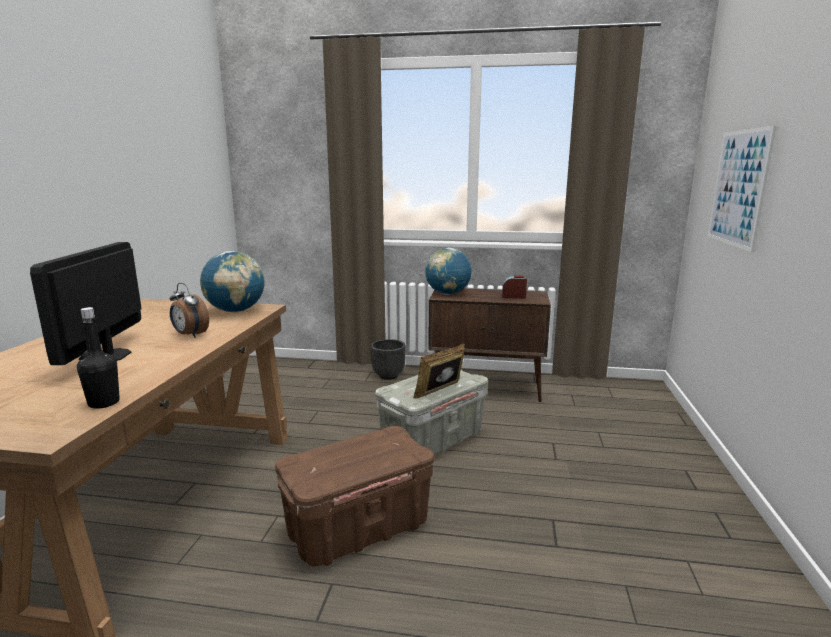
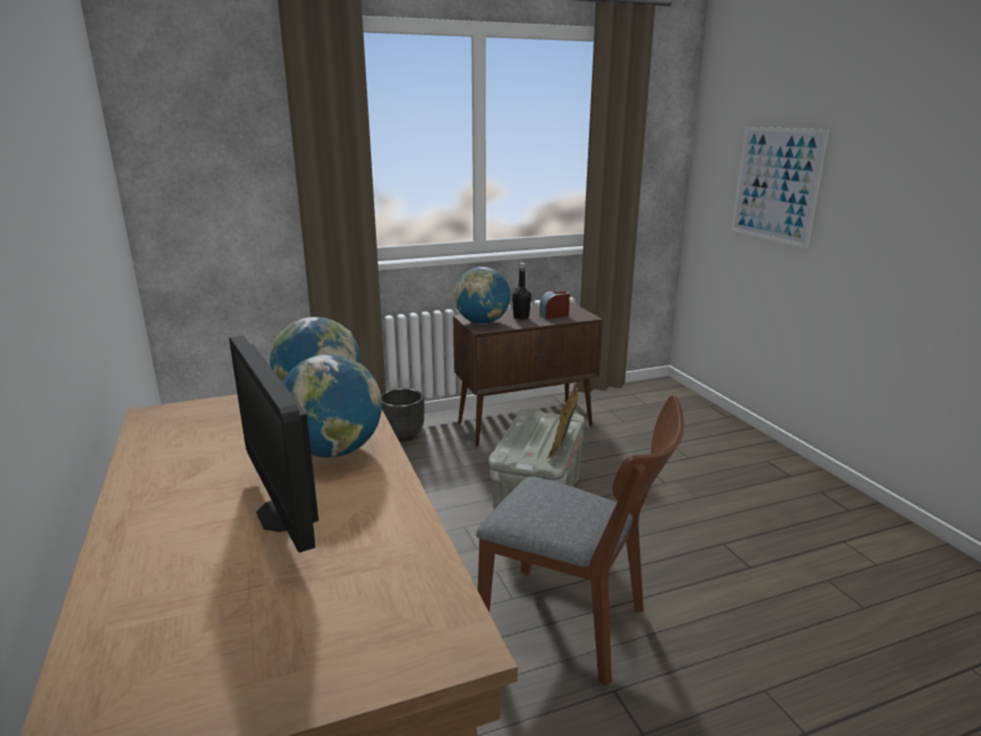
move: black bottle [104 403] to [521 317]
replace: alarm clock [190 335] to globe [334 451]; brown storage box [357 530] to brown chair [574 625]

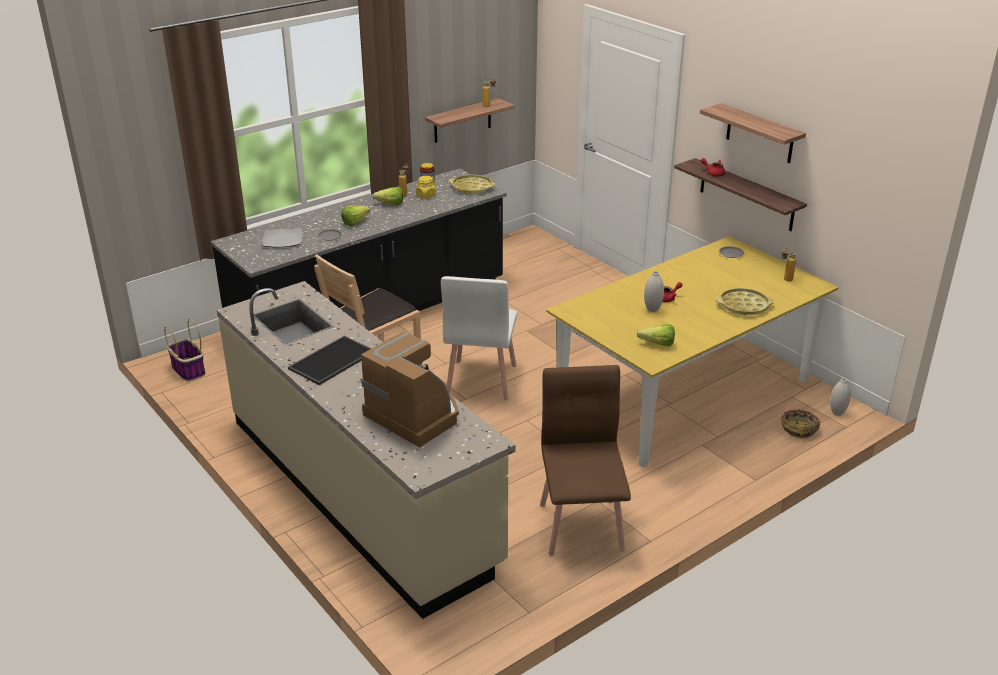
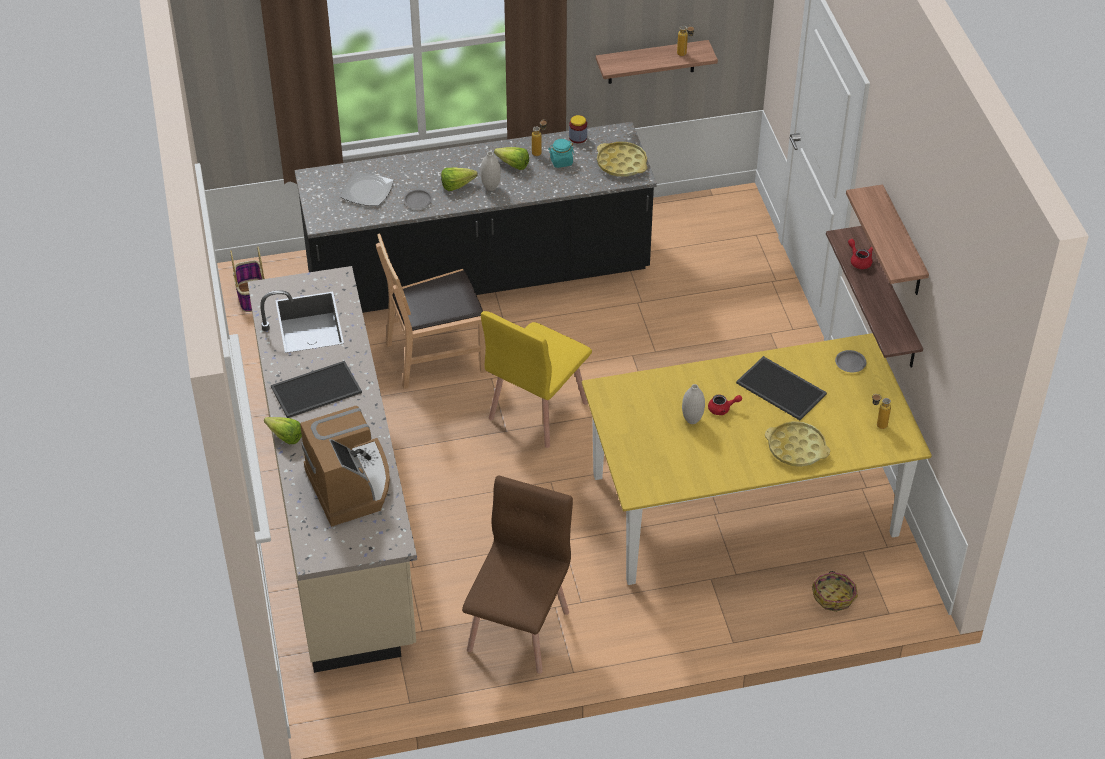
insert: tray [782 388]
move: lettuce [654 344] to [283 435]; white vase [837 413] to [491 187]
recolor: white chair [480 380] to yellow chair [537 411]; yellow jar [426 196] to turquoise jar [561 161]

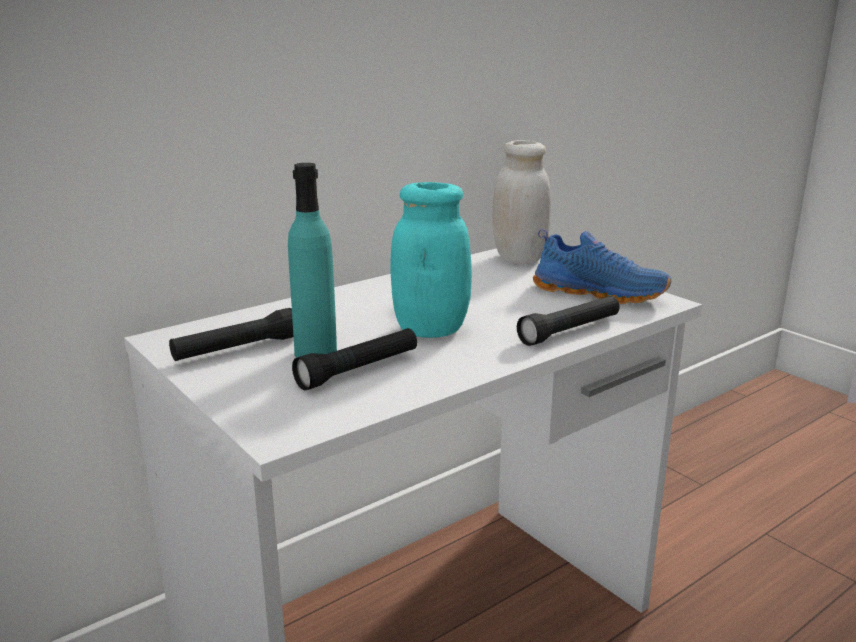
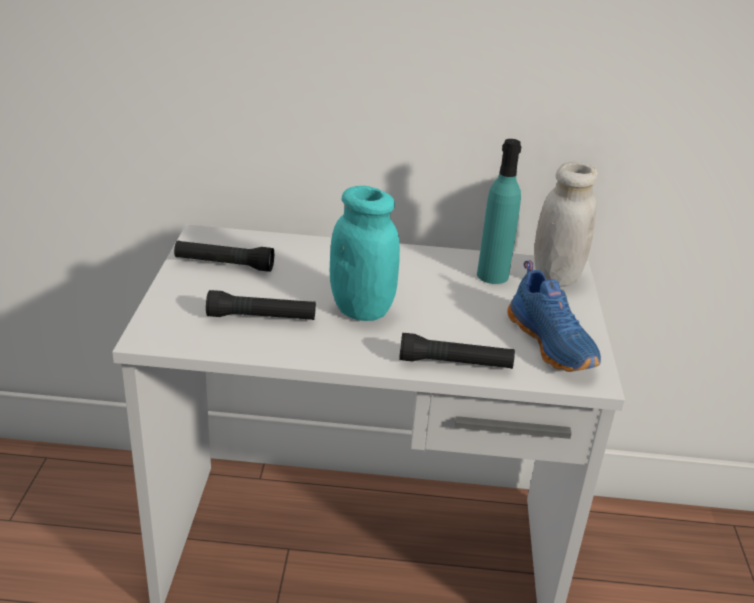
move: turquoise bottle [316 353] to [492 275]

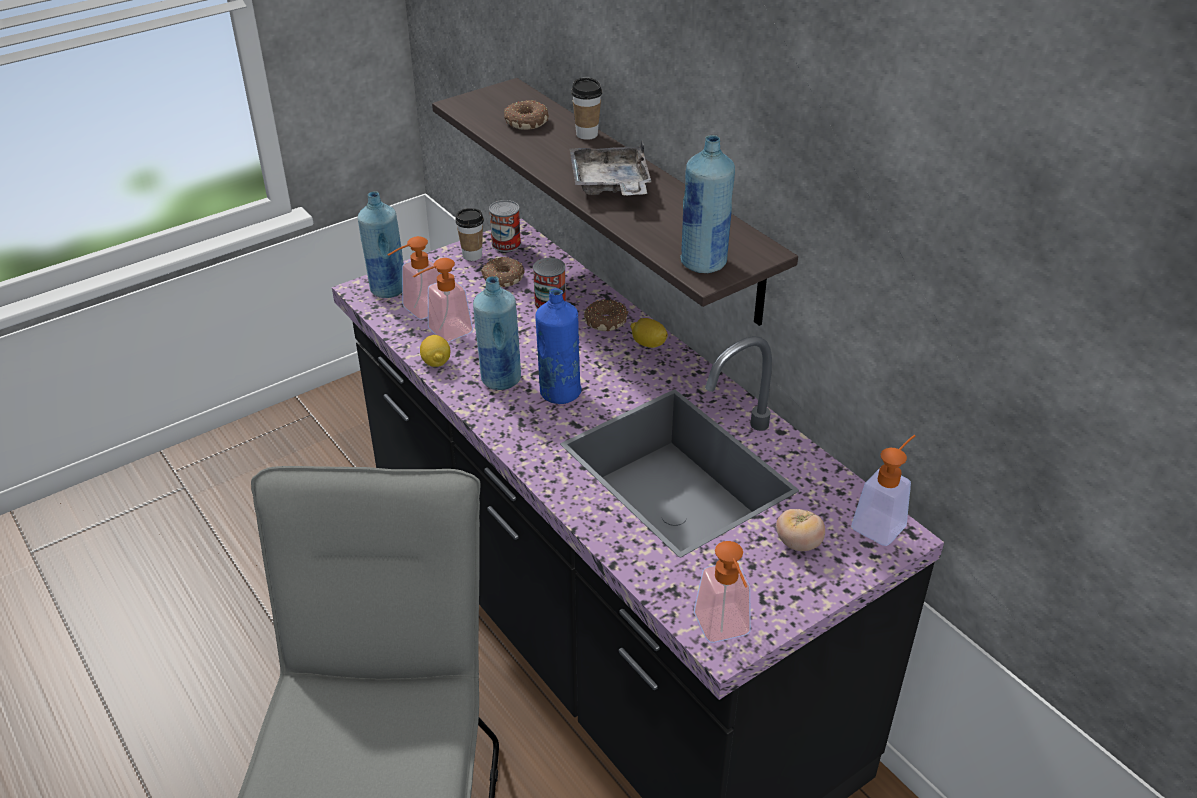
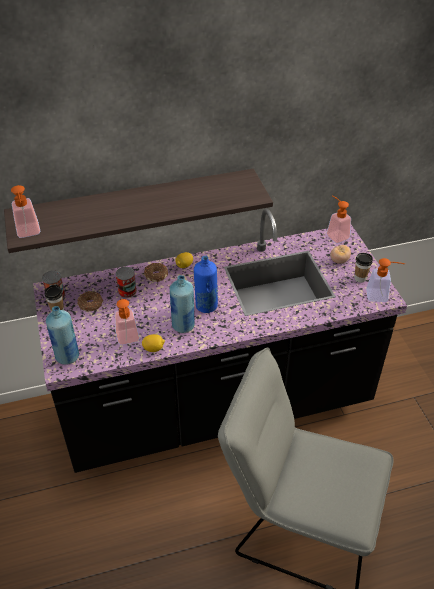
delete: donut [525 121]; grey tray [610 185]; blue bottle [703 263]
move: soap dispenser [418 311] to [29 233]; cup [587 134] to [360 278]

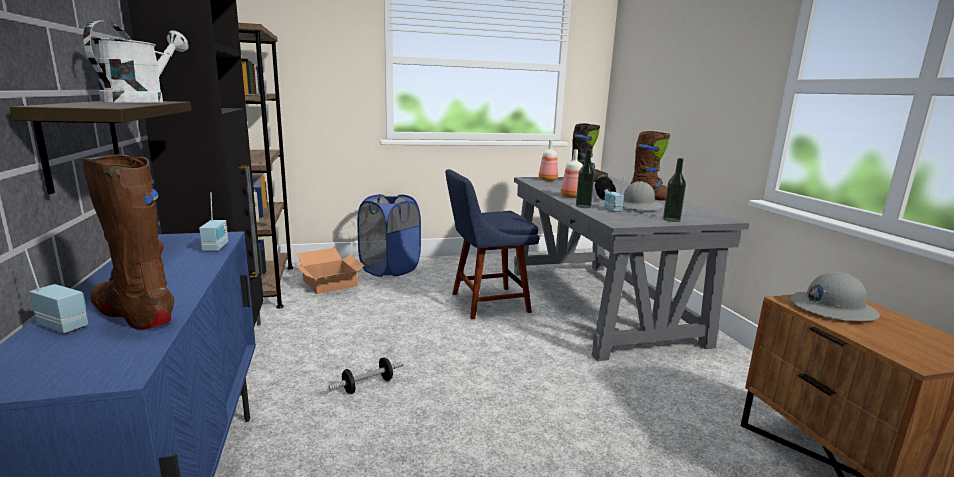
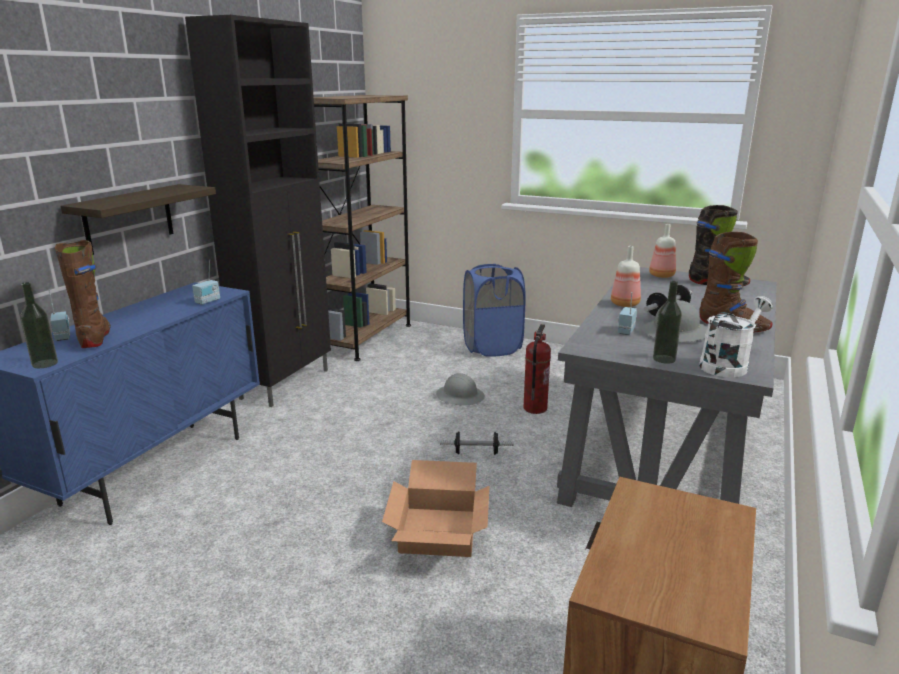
move: bottle [583 206] to [45 363]; cardboard box [331 283] to [439 532]; grey hard hat [832 308] to [460 396]; dumbbell [367 385] to [476 452]; white watering can [142 101] to [728 365]
replace: blue chair [486 303] to fire extinguisher [534 408]

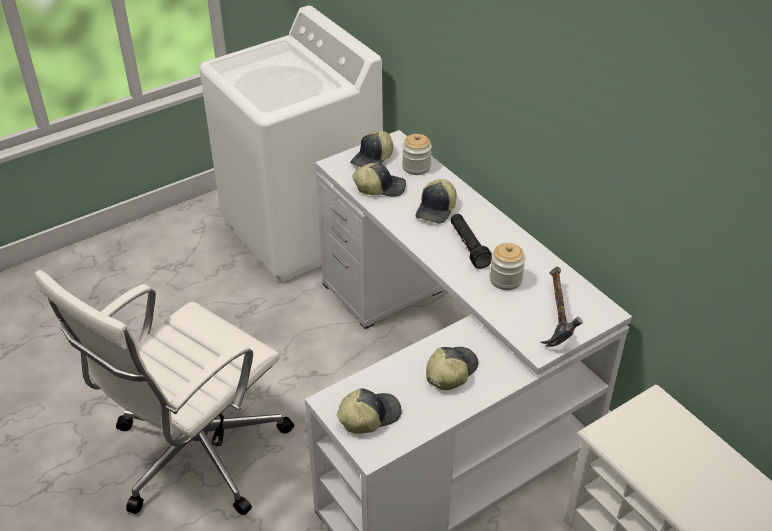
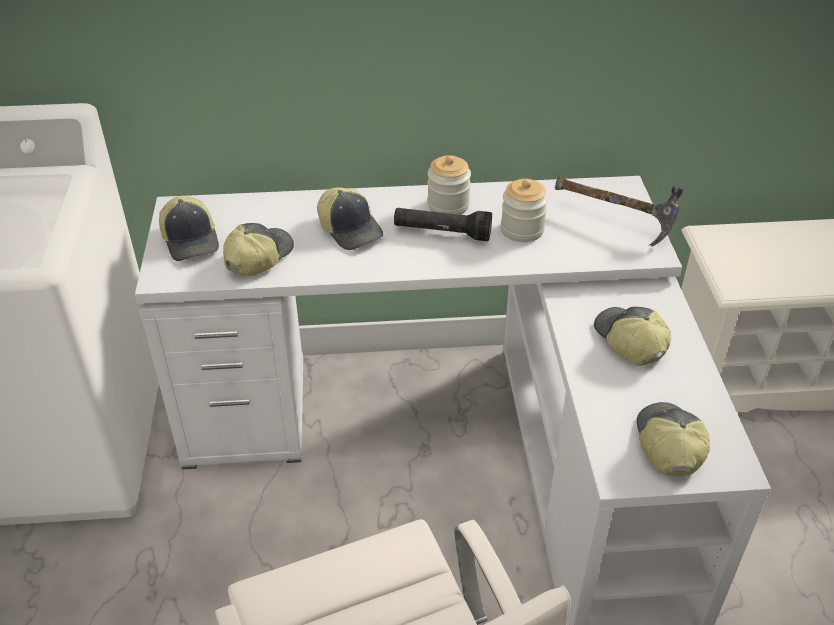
move: jar [416 167] to [448 205]

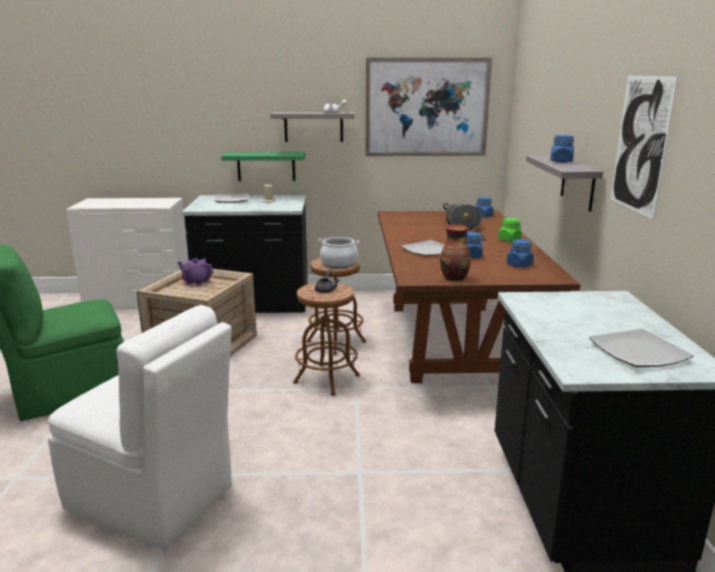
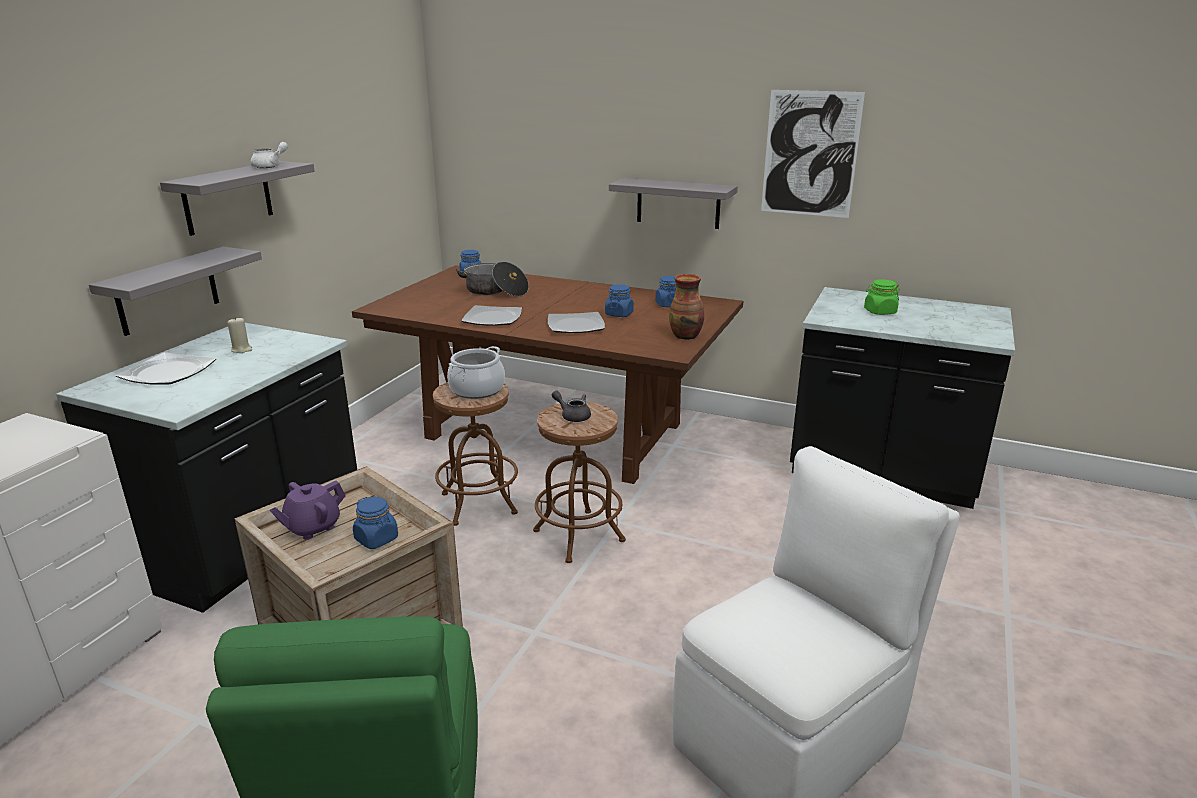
delete: picture [427 108]
move: blue jar [561 161] to [376 539]; plate [638 352] to [493 318]; green jar [509 240] to [879 312]
recolor: green shelf [266 166] to grey shelf [167 291]

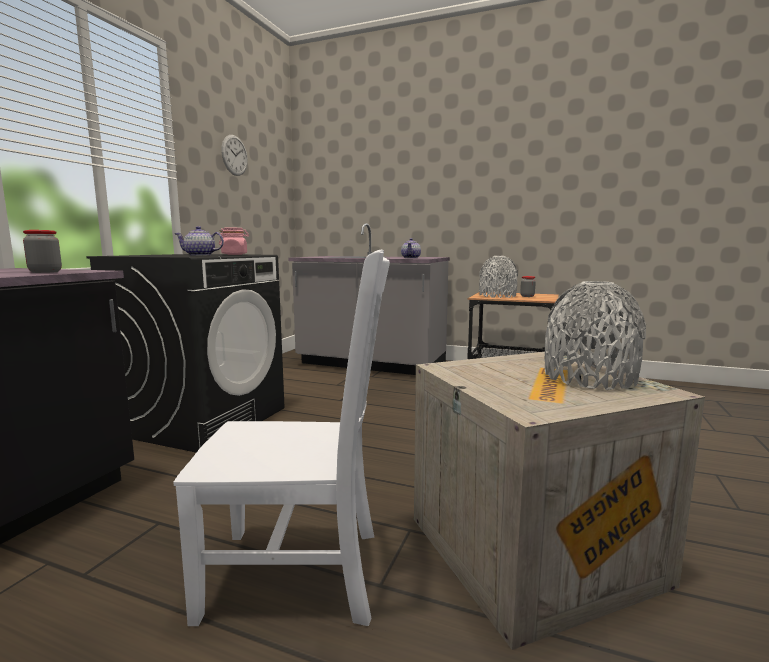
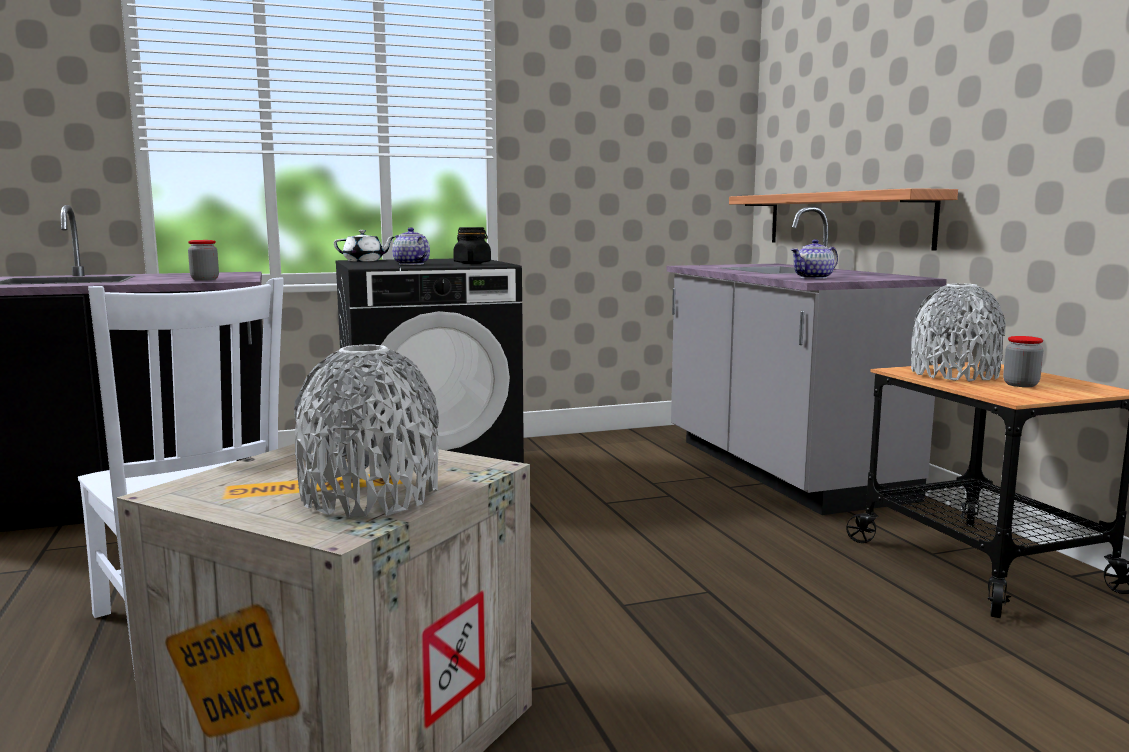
delete: wall clock [234 155]
insert: white teapot [364 261]; shelf [845 219]
recolor: pink jar [234 254] to black jar [472 263]

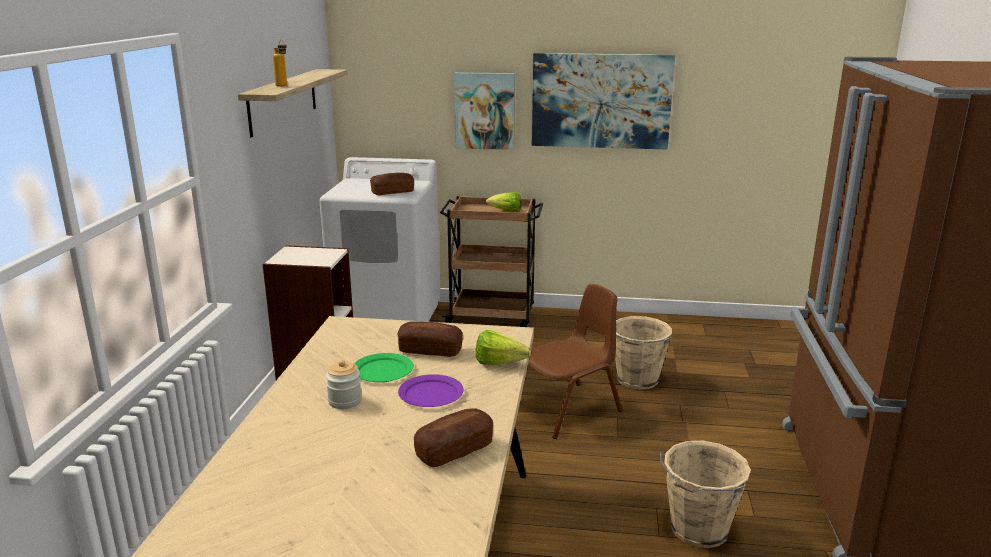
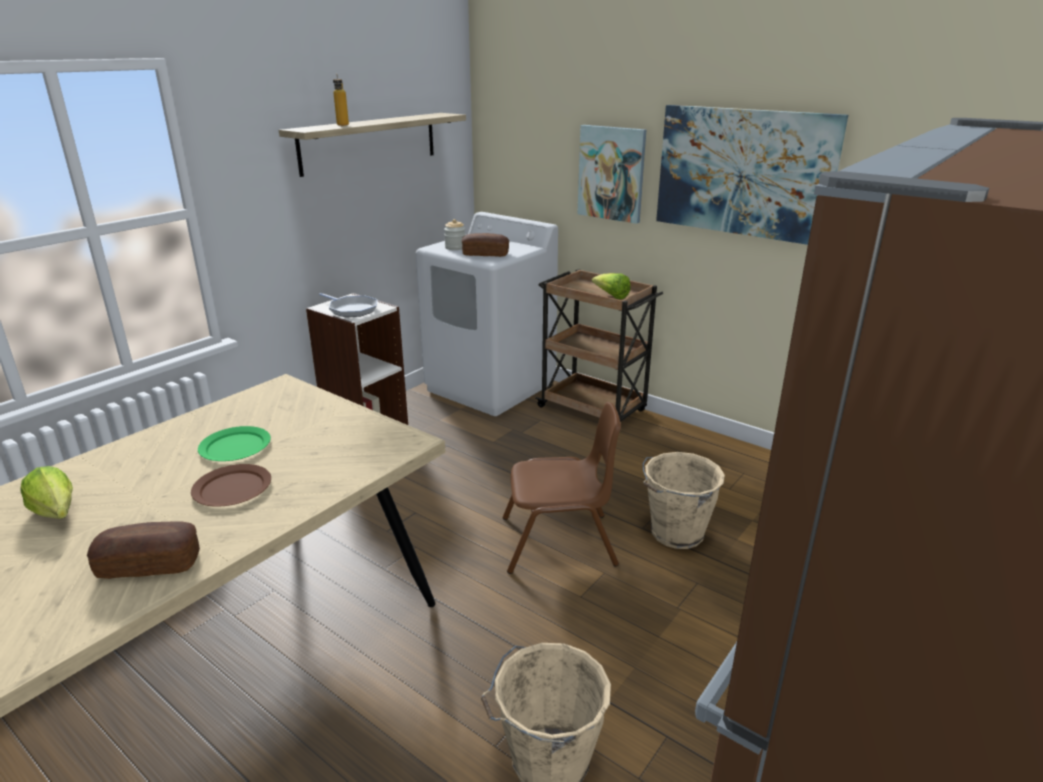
delete: bread [430 350]
insert: frying pan [351 309]
move: lettuce [503 364] to [56 516]; jar [345 401] to [455 247]
recolor: purple plate [431 394] to brown plate [233 488]

